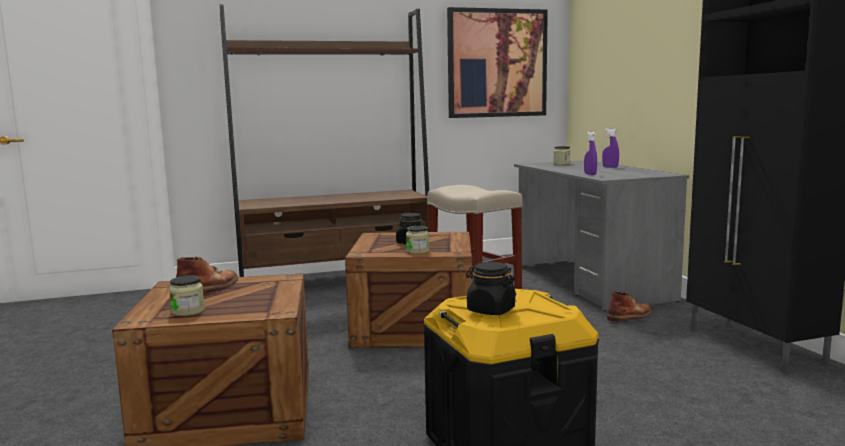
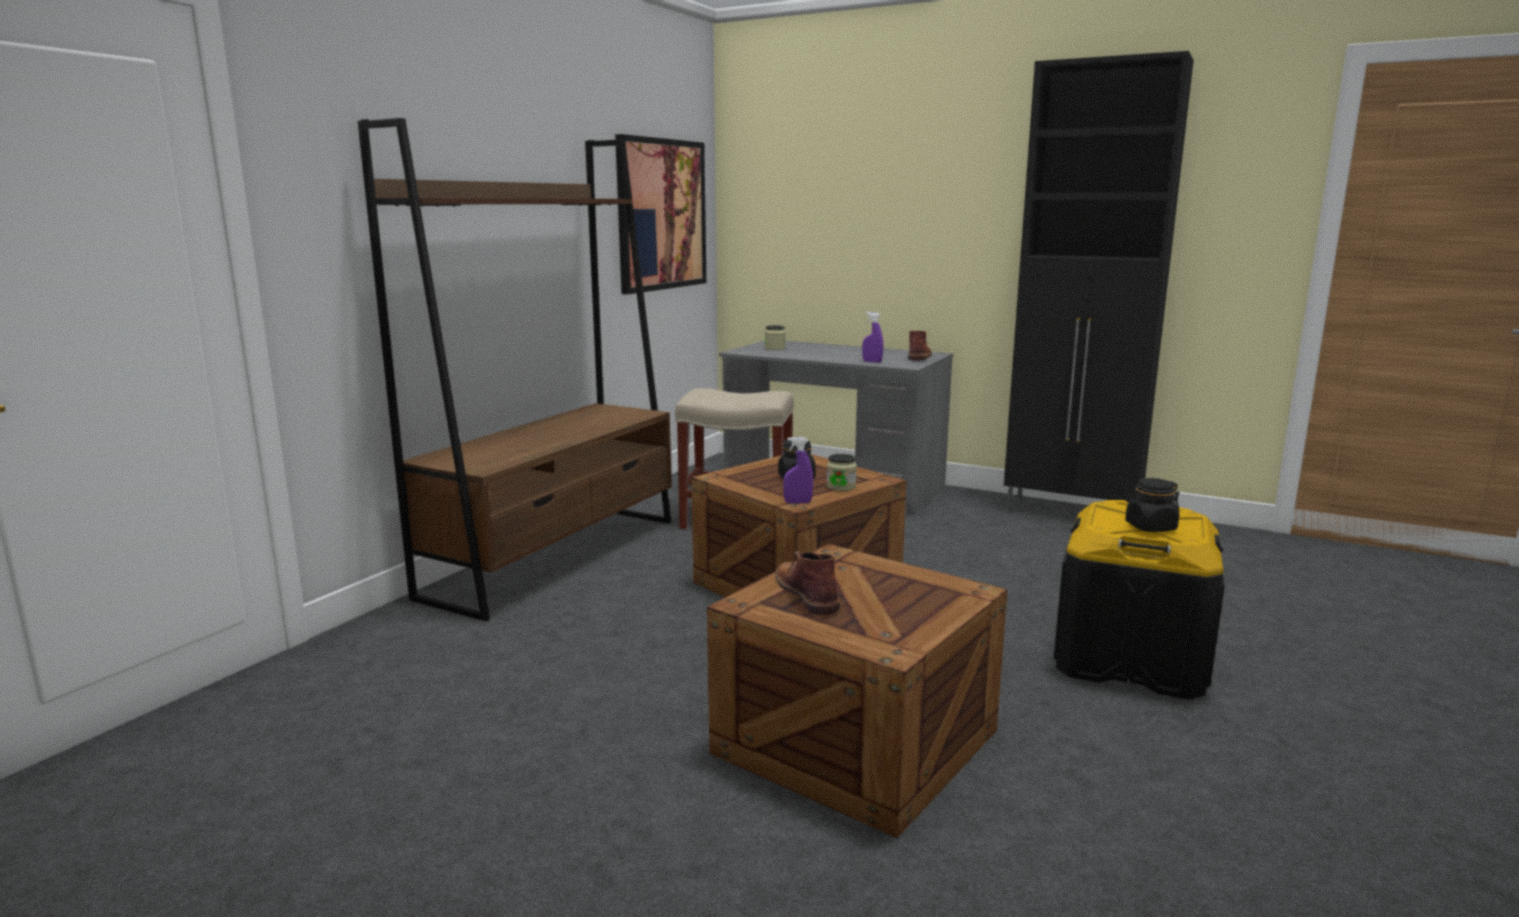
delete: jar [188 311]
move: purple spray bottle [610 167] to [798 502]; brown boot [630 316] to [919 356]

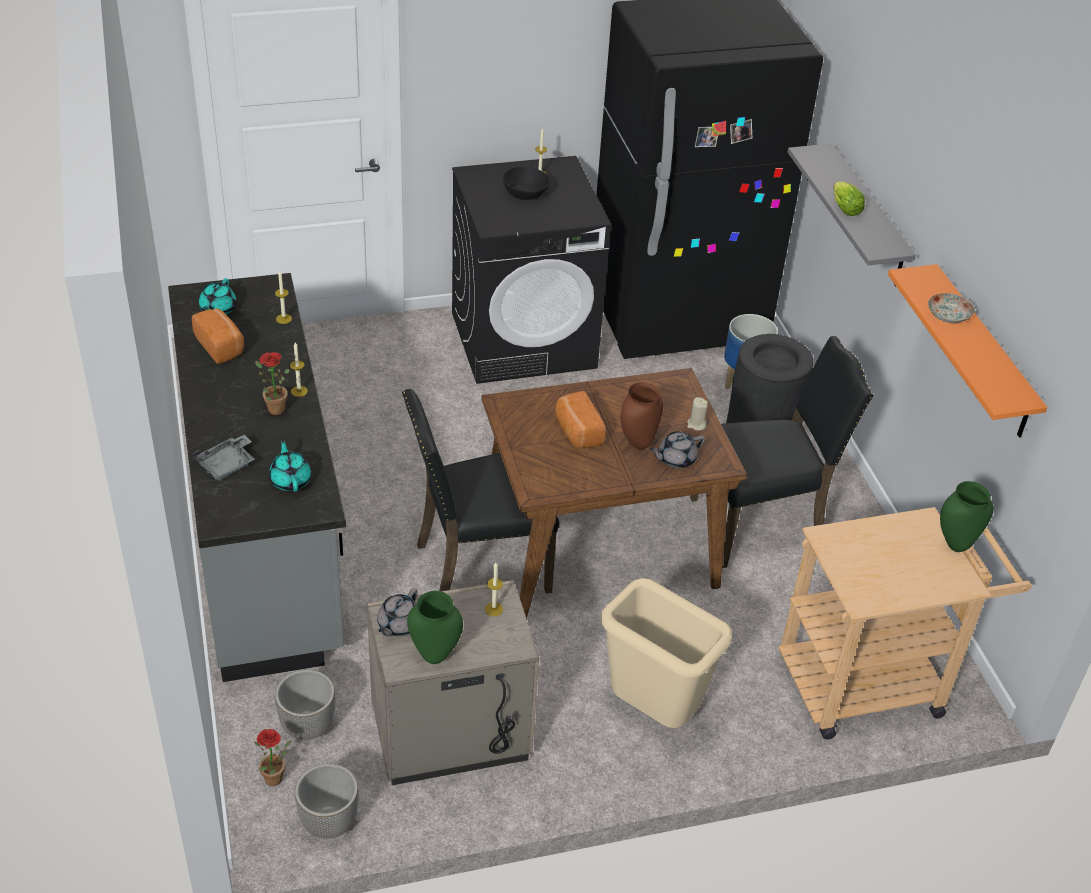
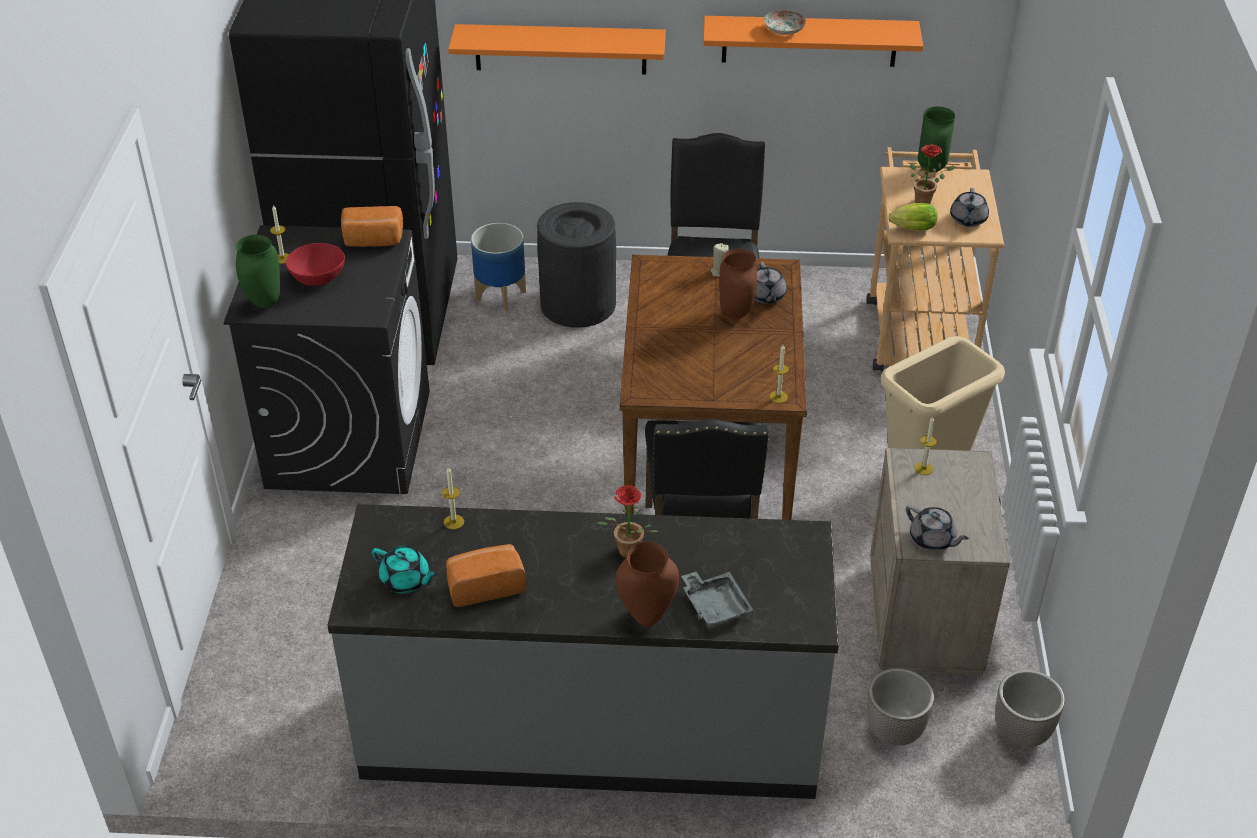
delete: turquoise teapot [290 480]
insert: brown vase [647 616]; grey teapot [968 220]
move: green vase [434 656] to [265 303]; bread [577 432] to [373 241]; candle [299 391] to [778 397]; lettuce [843 208] to [910 229]; potted plant [275 781] to [926 201]
recolor: black bowl [525 194] to red bowl [317 277]; grey shelf [866 217] to orange shelf [560 49]

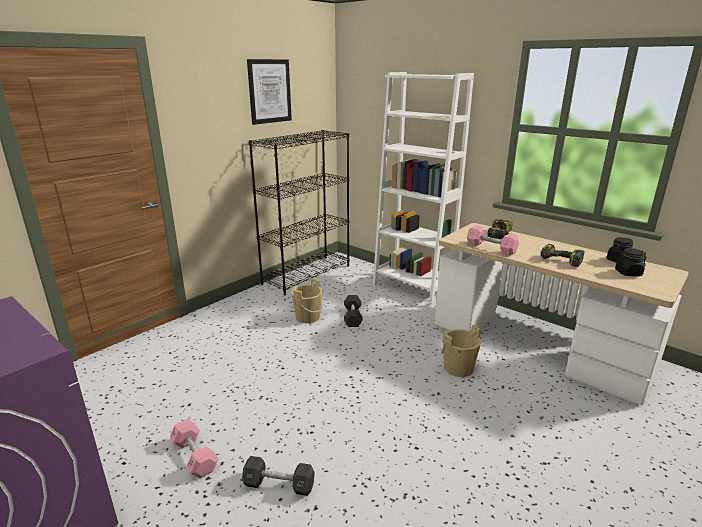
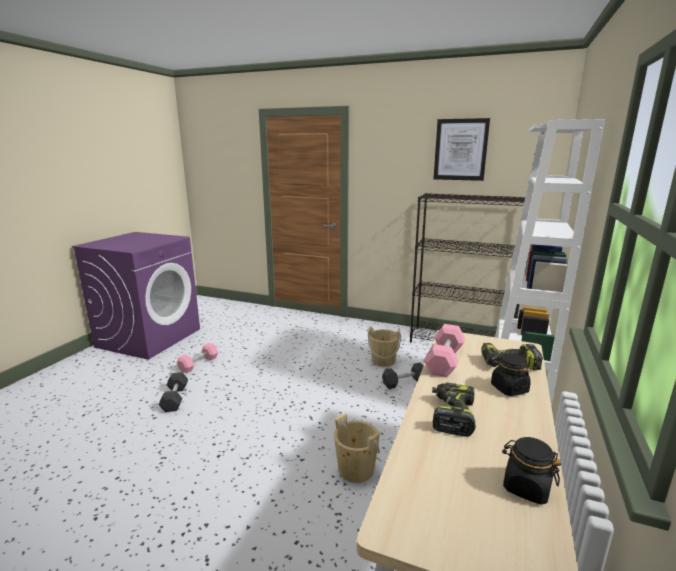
move: black jar [628 273] to [509 388]

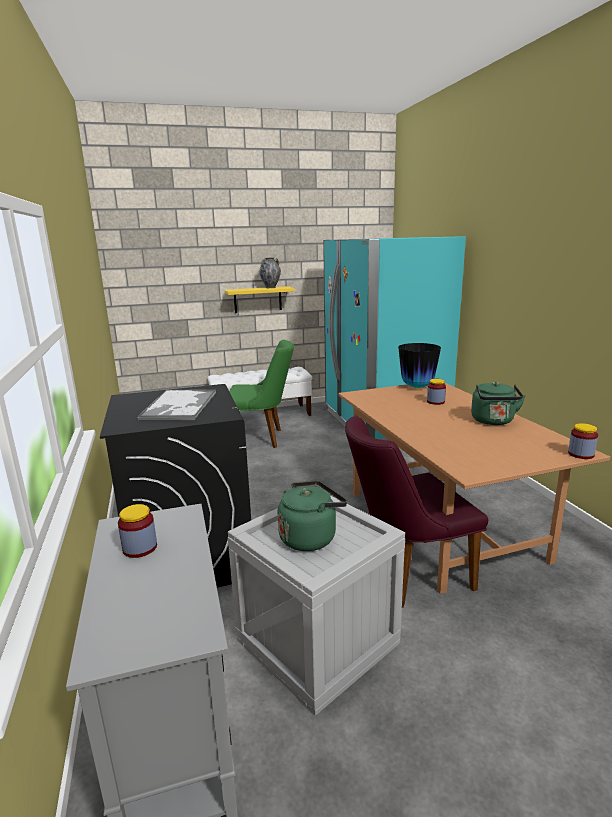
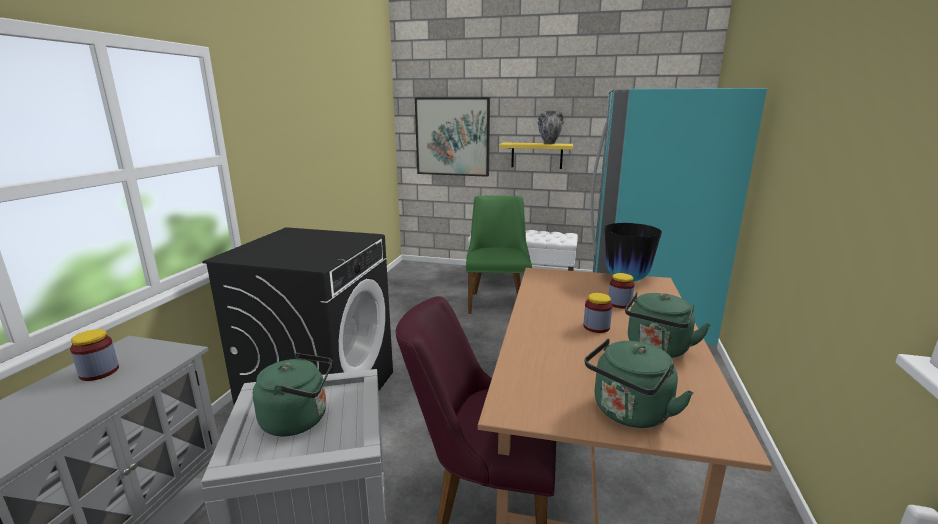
delete: tray [179 406]
insert: picture [452 137]; green kettle [629 413]
move: jar [581 454] to [596 327]
rotate: green chair [261 438] = [497 300] 120 degrees counterclockwise

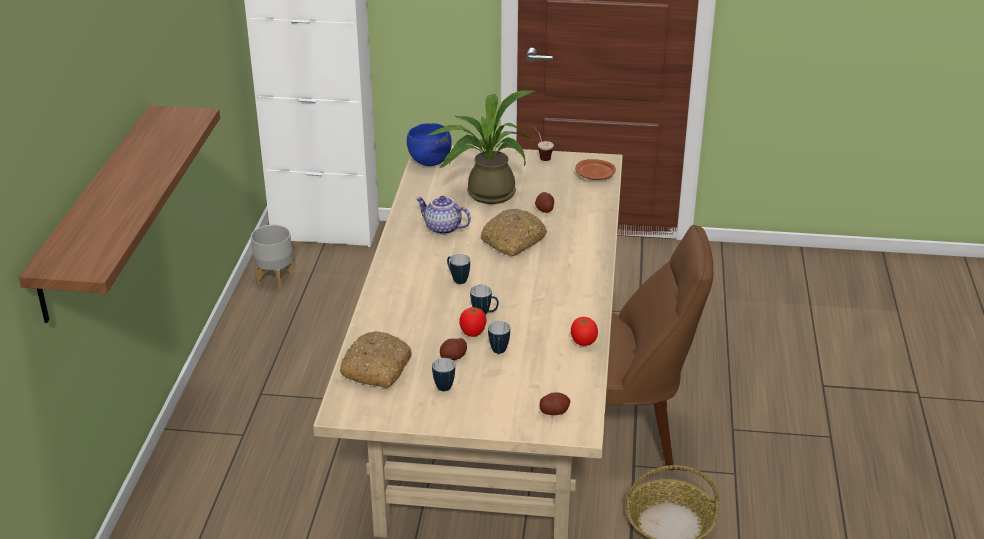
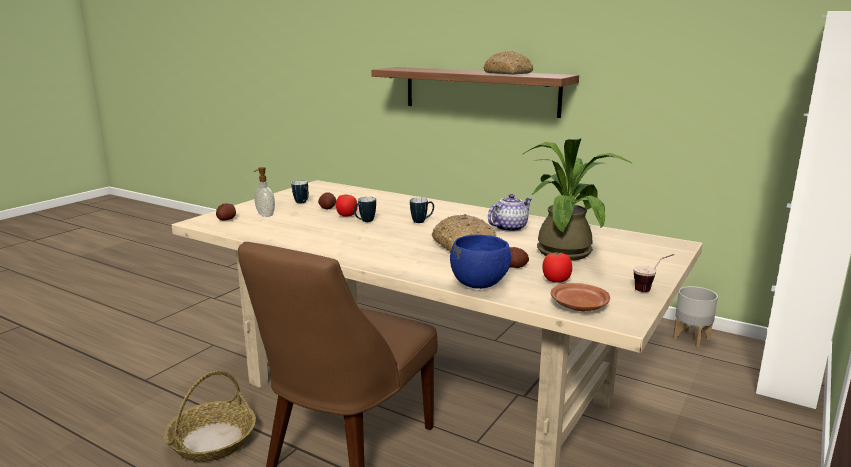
delete: mug [499 352]
insert: soap dispenser [265 215]
move: blue bowl [429 162] to [478 284]; bread [376 367] to [508 73]; tomato [583 342] to [556 280]

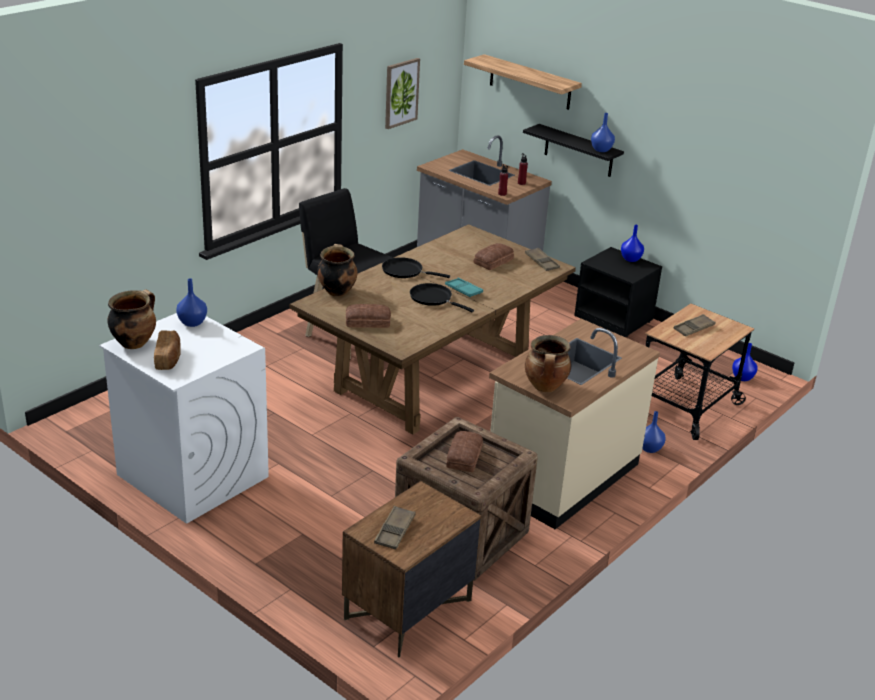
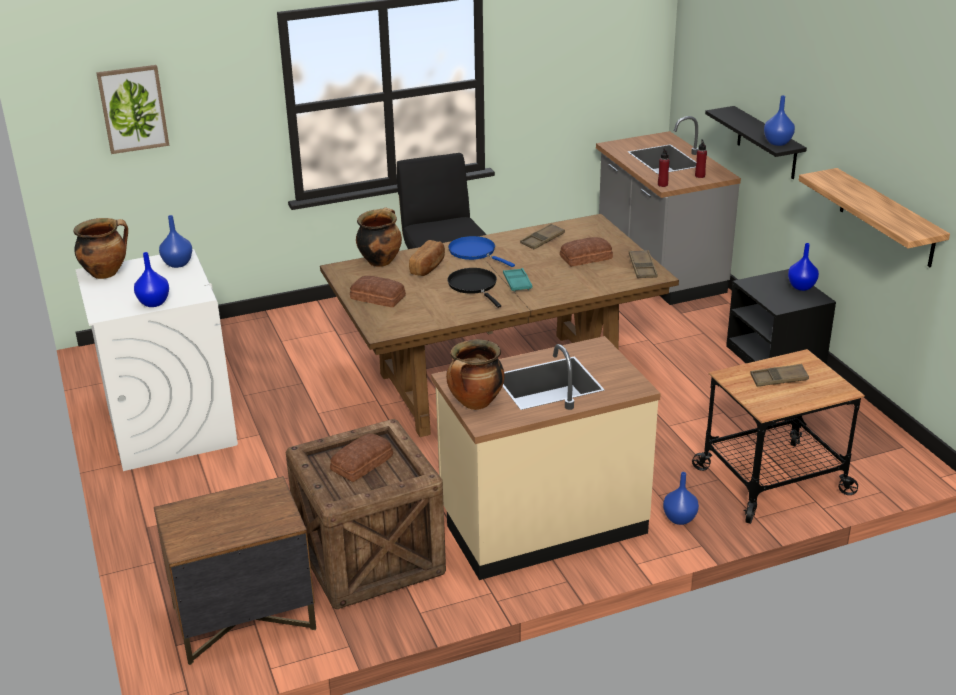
move: picture [401 93] to [133 109]; blue vase [742 378] to [153 303]; bread [168 358] to [428 267]; brown tray [395 531] to [542 240]; shelf [530 82] to [887 218]
recolor: black frying pan [405 271] to blue frying pan [474 252]

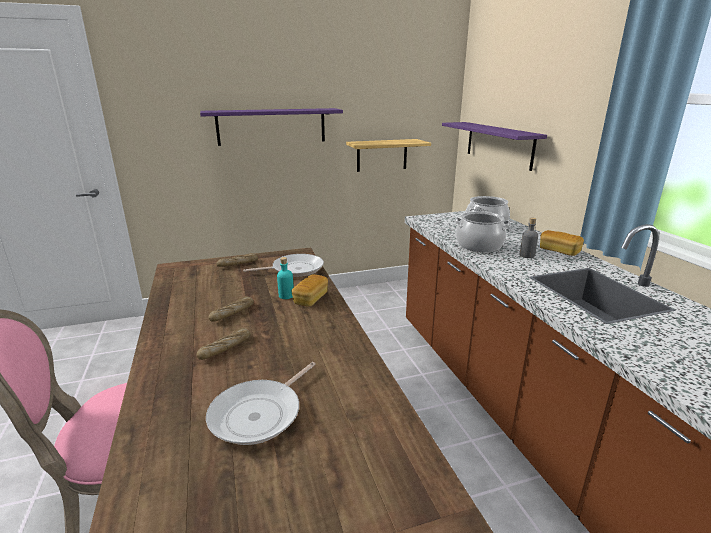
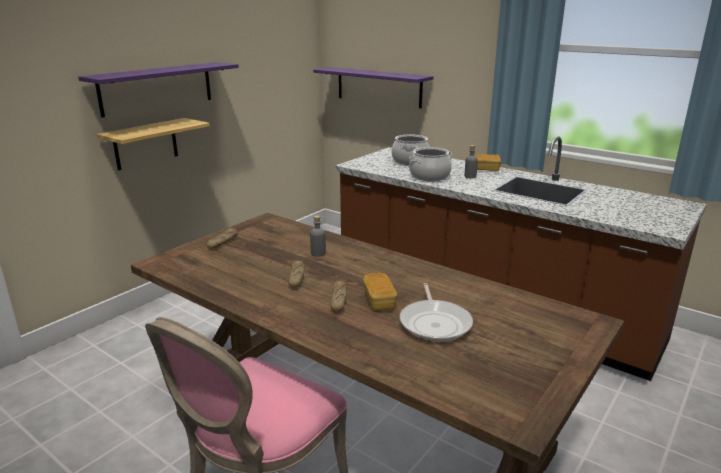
delete: frying pan [294 269]
move: shelf [382 155] to [146 144]; bread [310 299] to [379 301]
recolor: turquoise bottle [286 295] to grey bottle [318 253]

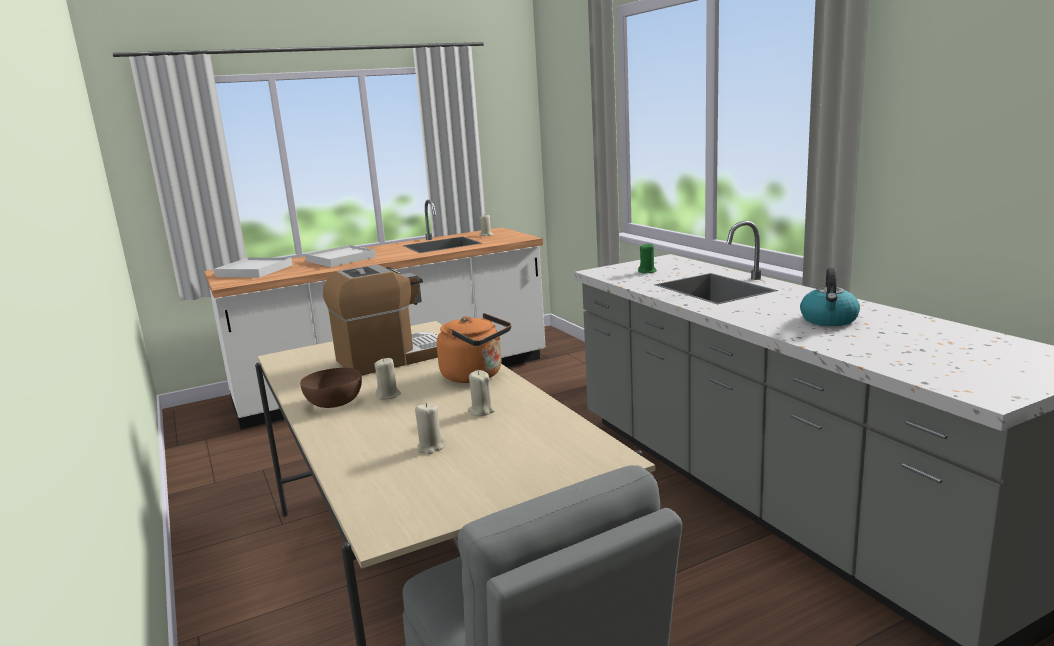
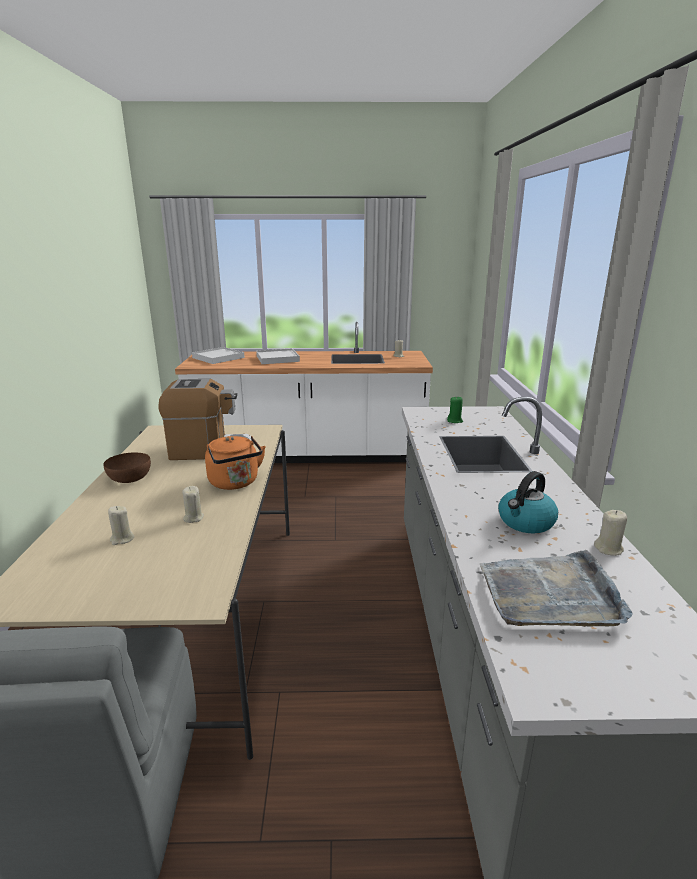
insert: grey tray [550 594]
move: beige candle [388 395] to [608 549]

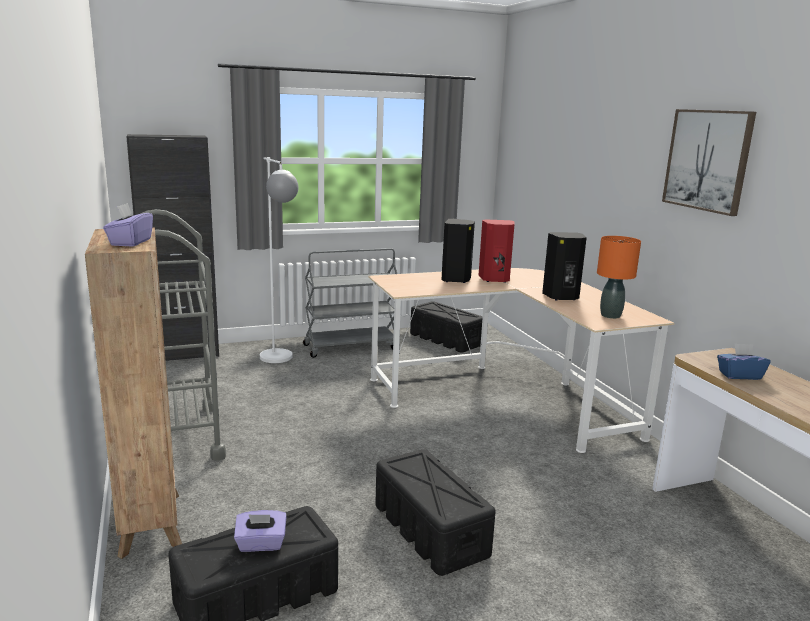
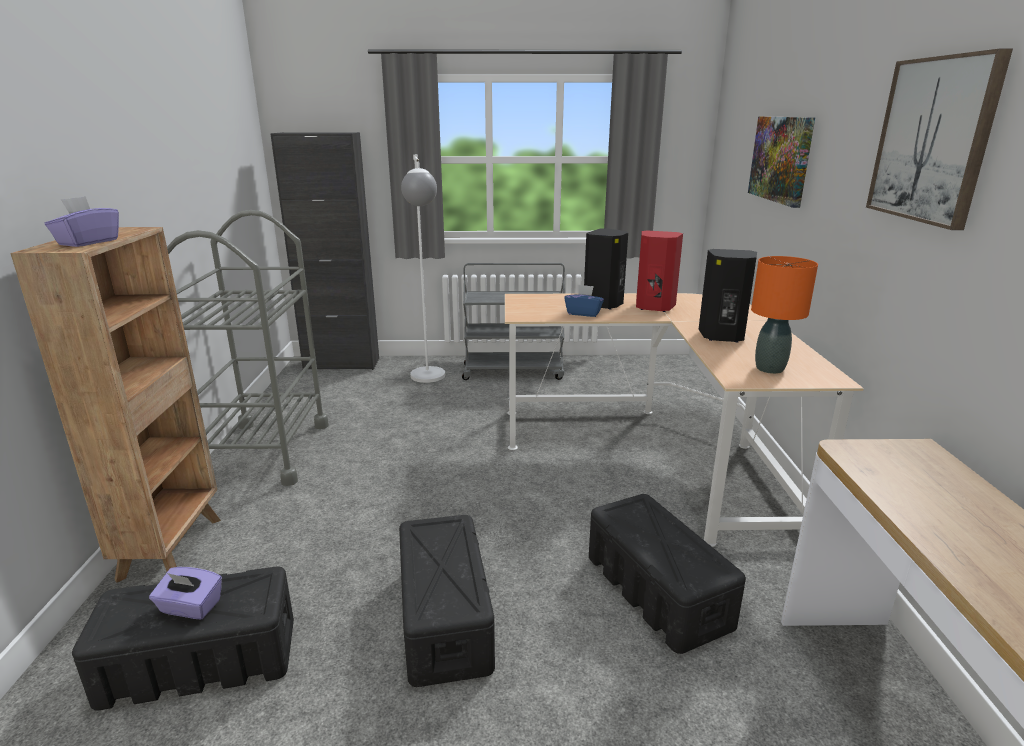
insert: picture [781 159]
move: blue tissue box [739 375] to [583 313]; black storage box [446 340] to [657 592]

